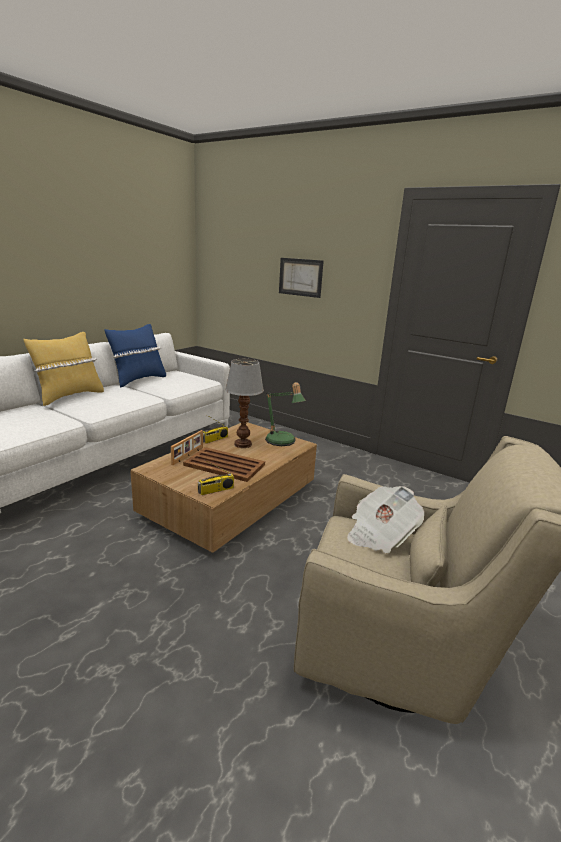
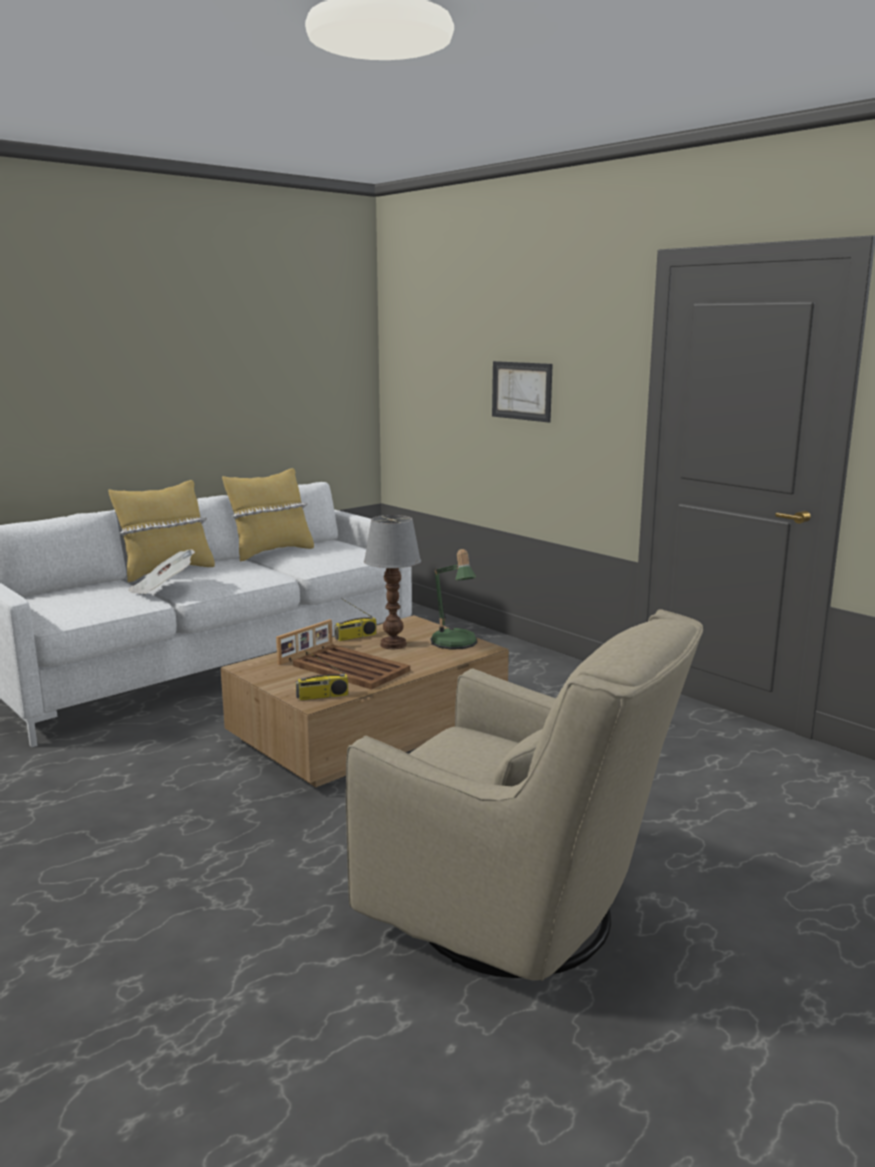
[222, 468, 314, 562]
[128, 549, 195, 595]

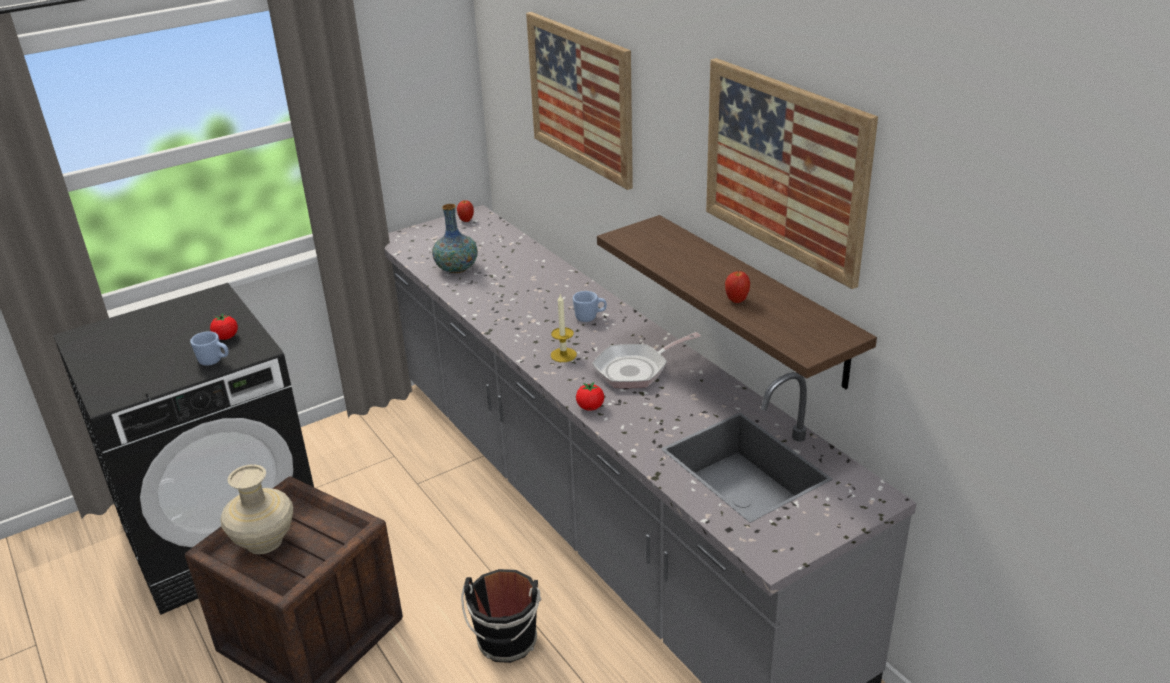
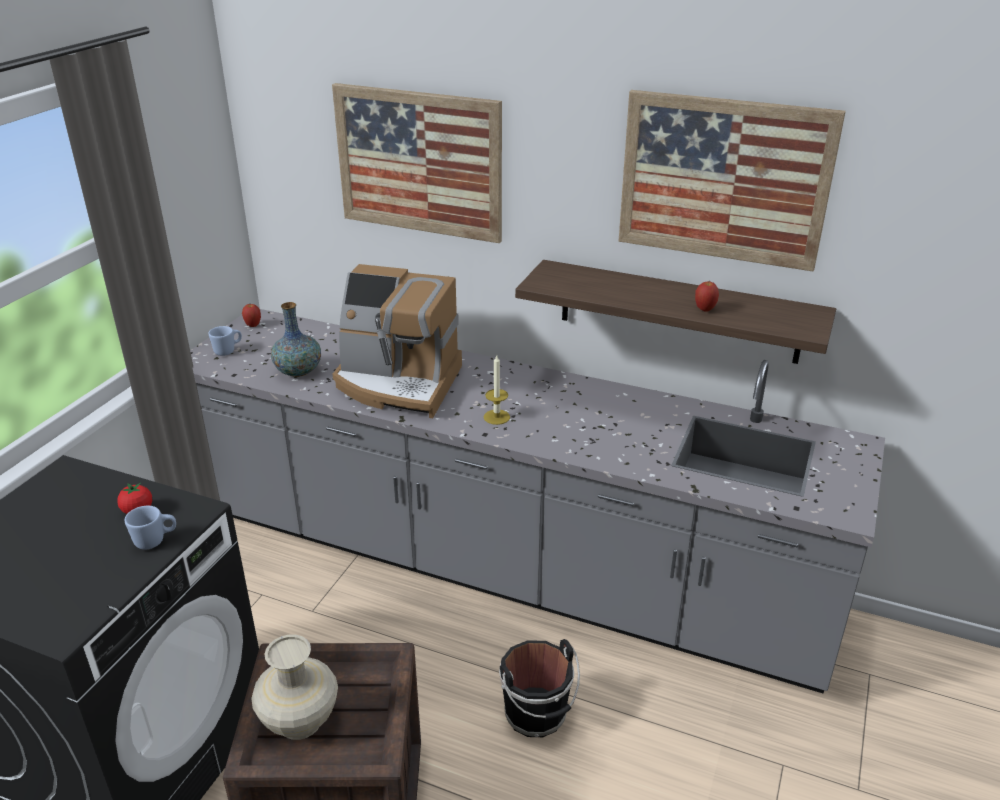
[208, 326, 242, 356]
[576, 382, 604, 411] (first image)
[592, 332, 701, 388] (first image)
[333, 264, 462, 418]

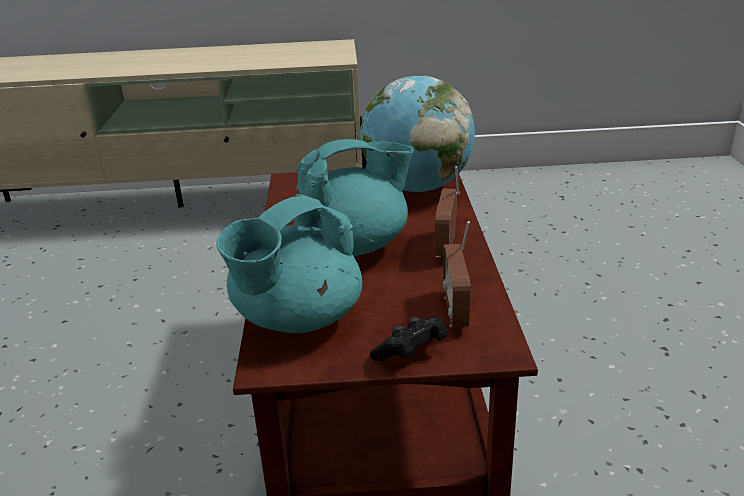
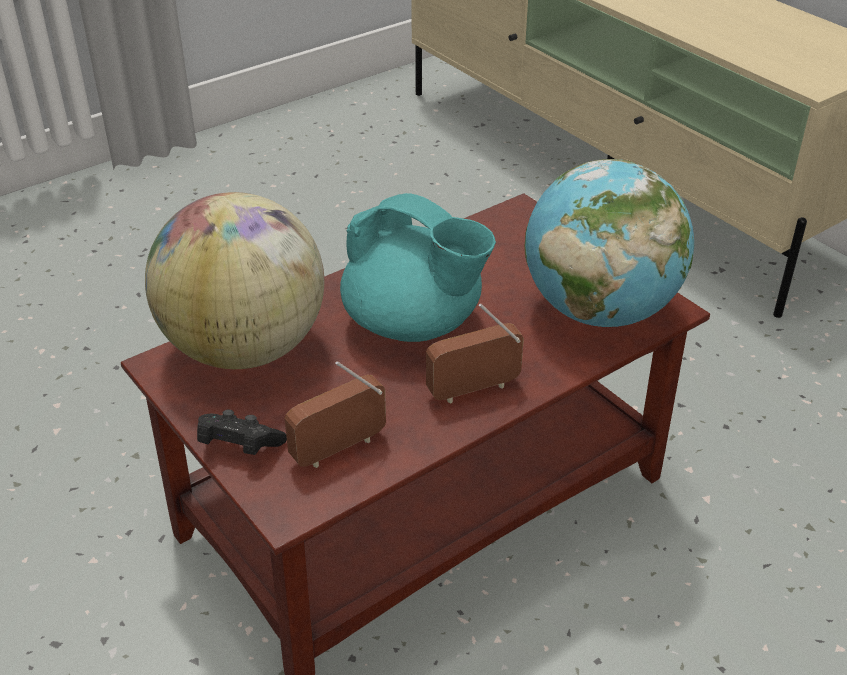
[145, 192, 324, 369]

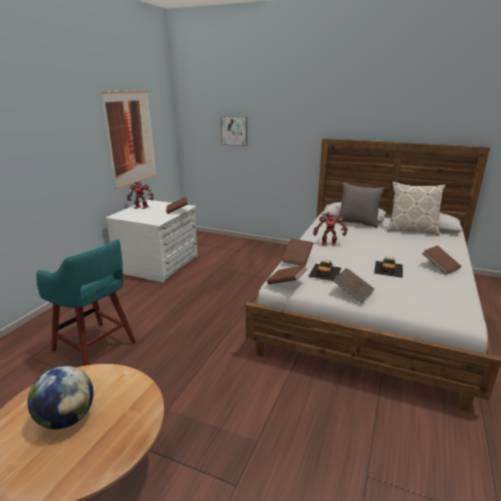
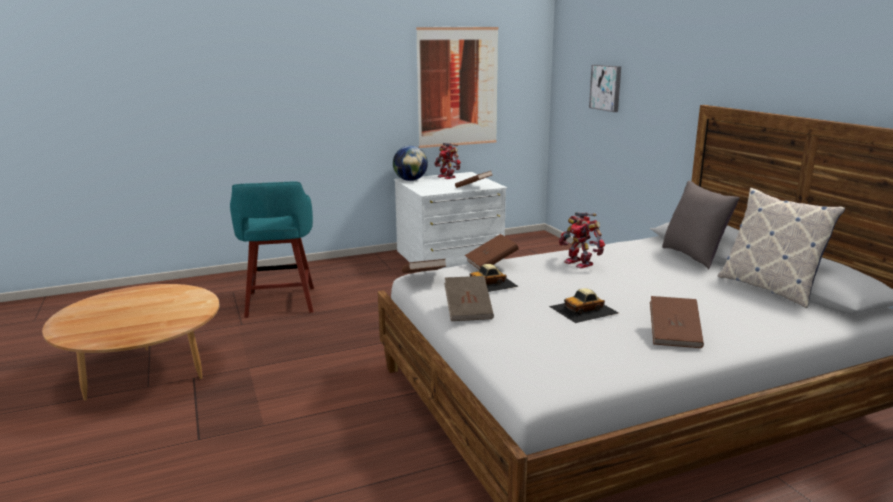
[393, 146, 428, 181]

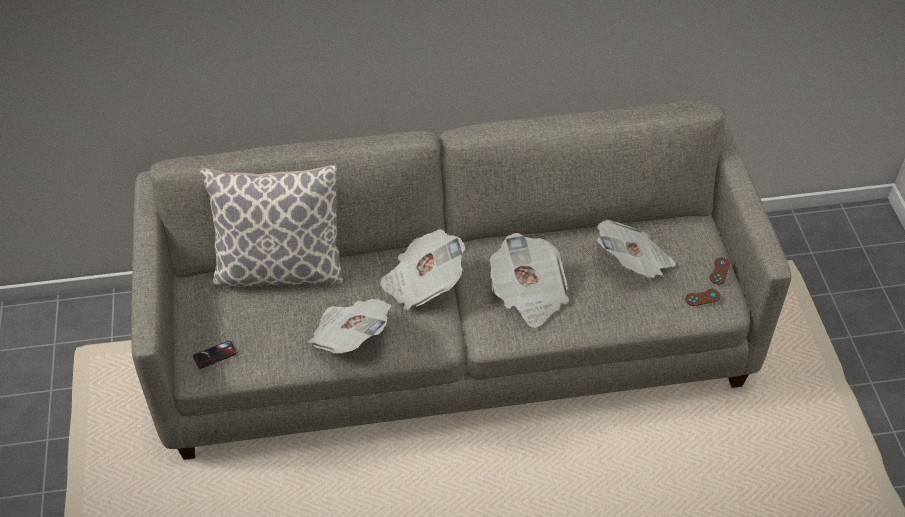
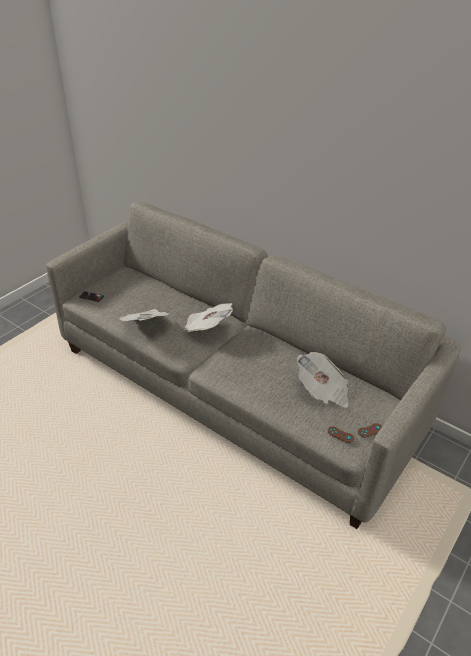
[200, 165, 343, 287] (first image)
[490, 233, 569, 328] (first image)

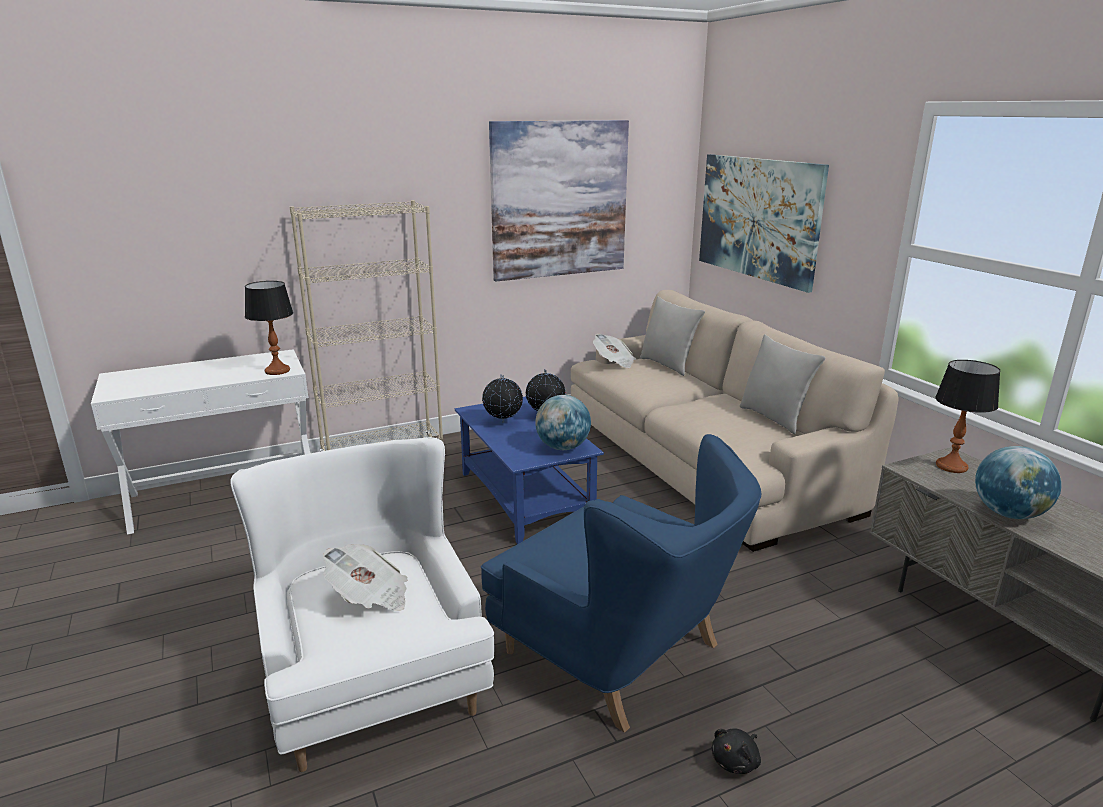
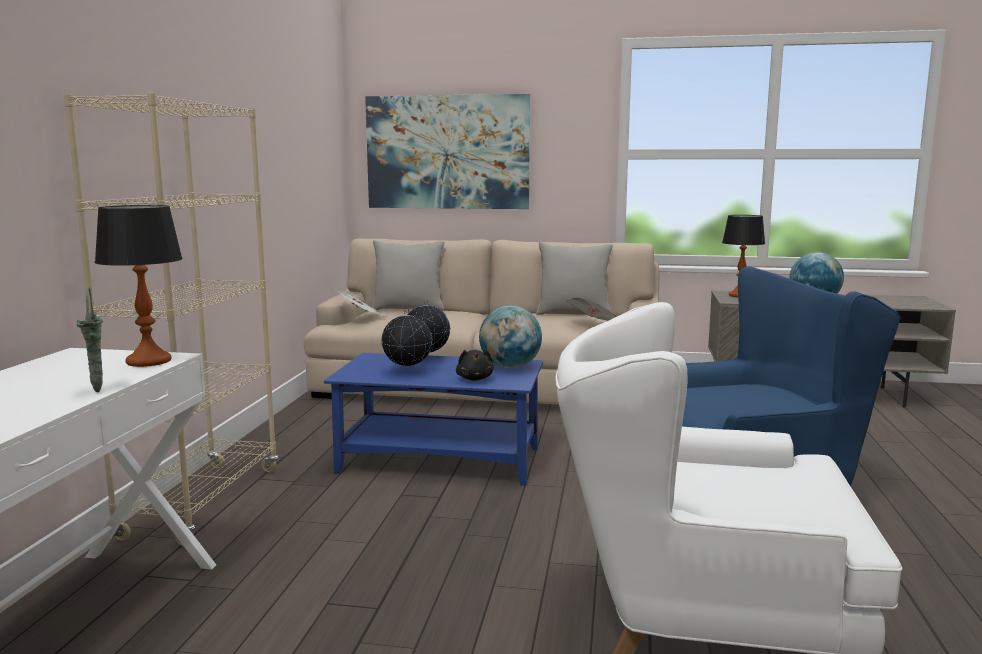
[566, 298, 615, 321]
[489, 120, 629, 281] (first image)
[456, 350, 494, 380]
[77, 287, 103, 392]

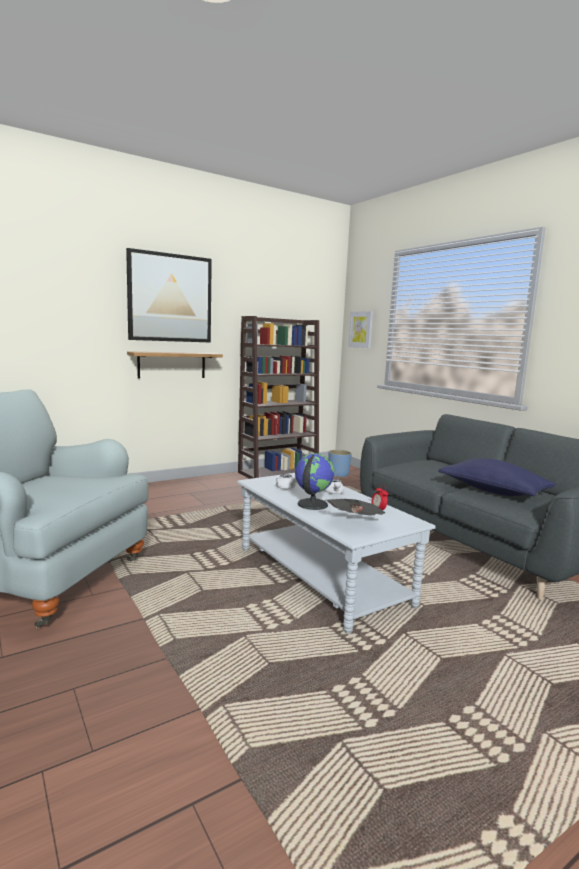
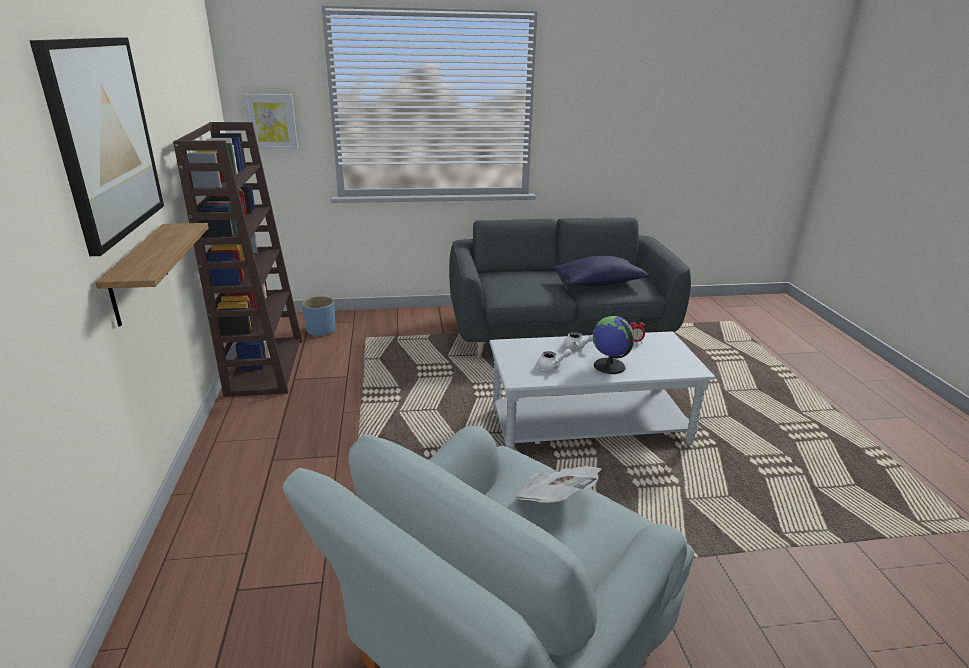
[513, 466, 602, 503]

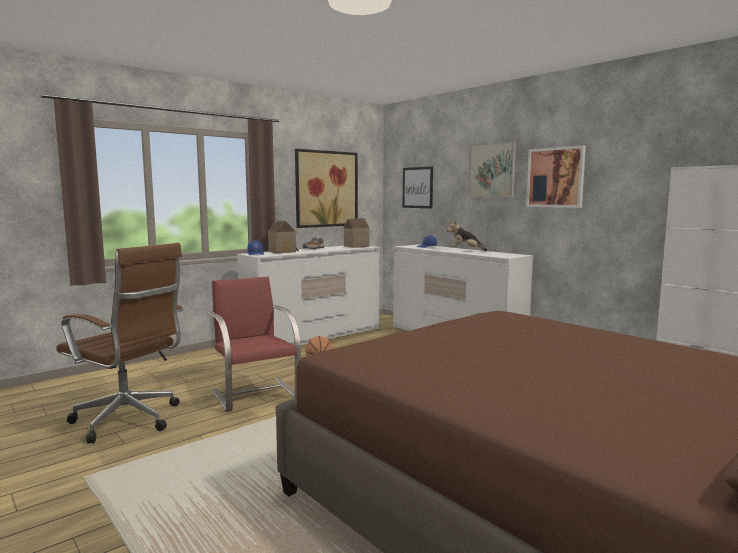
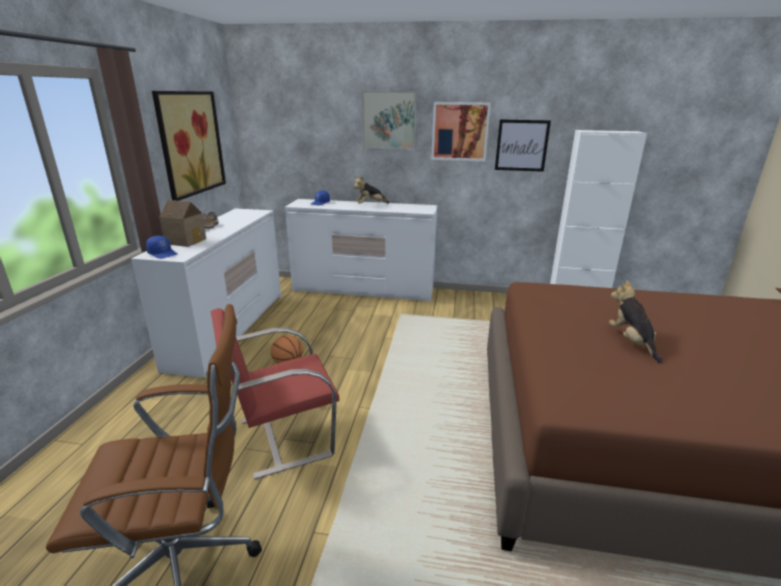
[210, 308, 339, 479]
[344, 218, 369, 248] (first image)
[495, 119, 551, 172]
[609, 280, 663, 363]

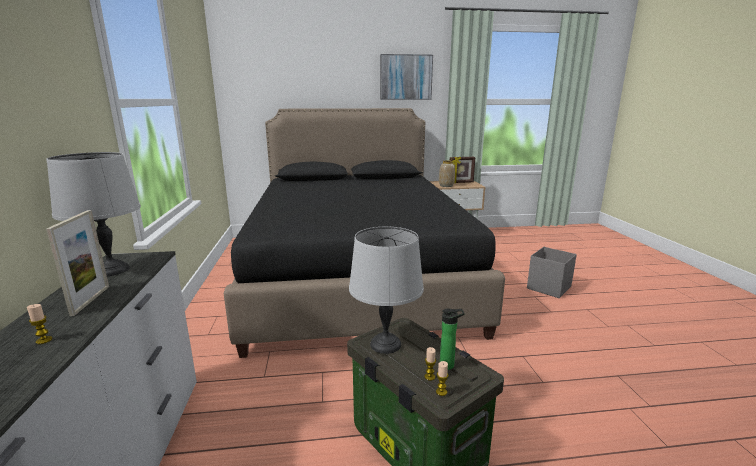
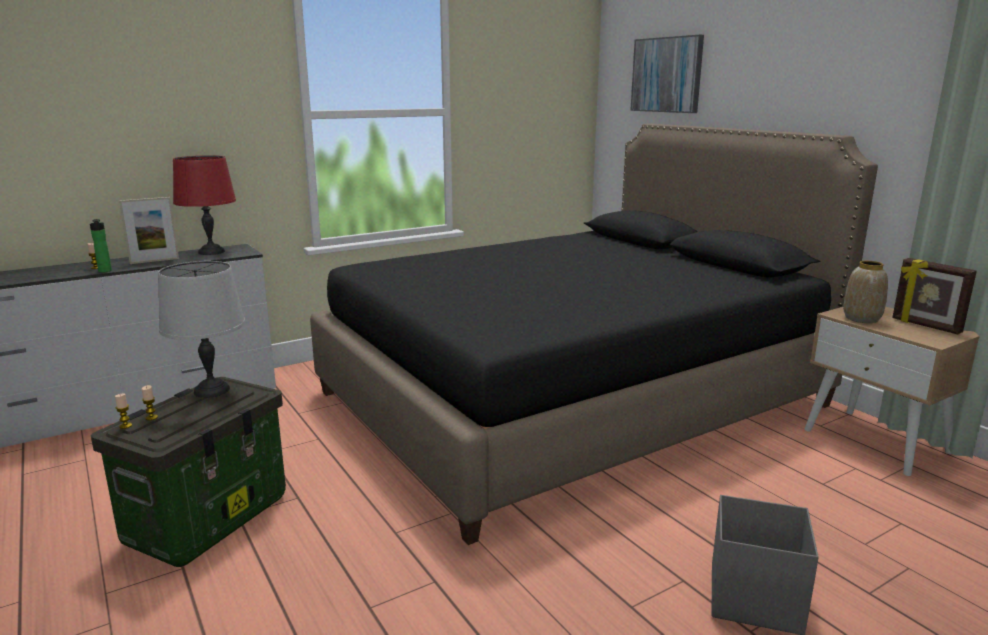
[173, 155, 236, 255]
[630, 35, 704, 113]
[90, 219, 112, 273]

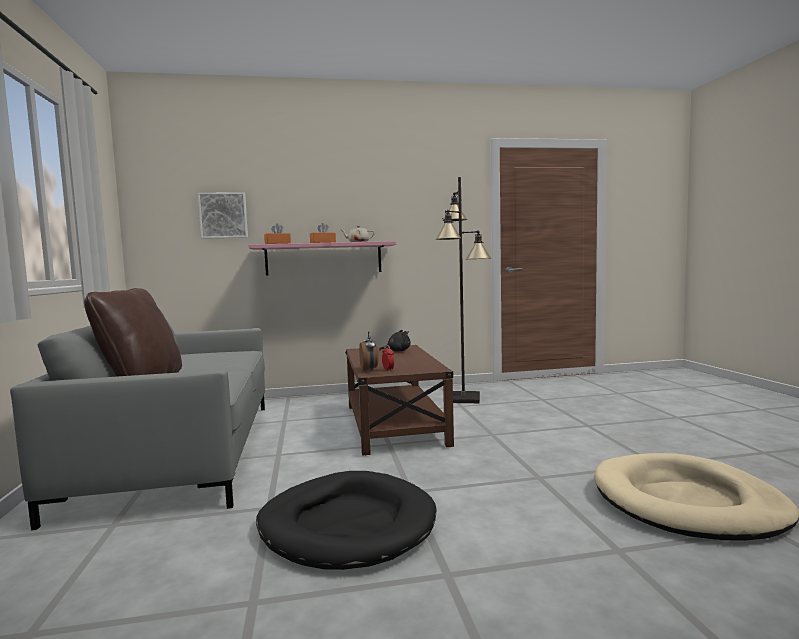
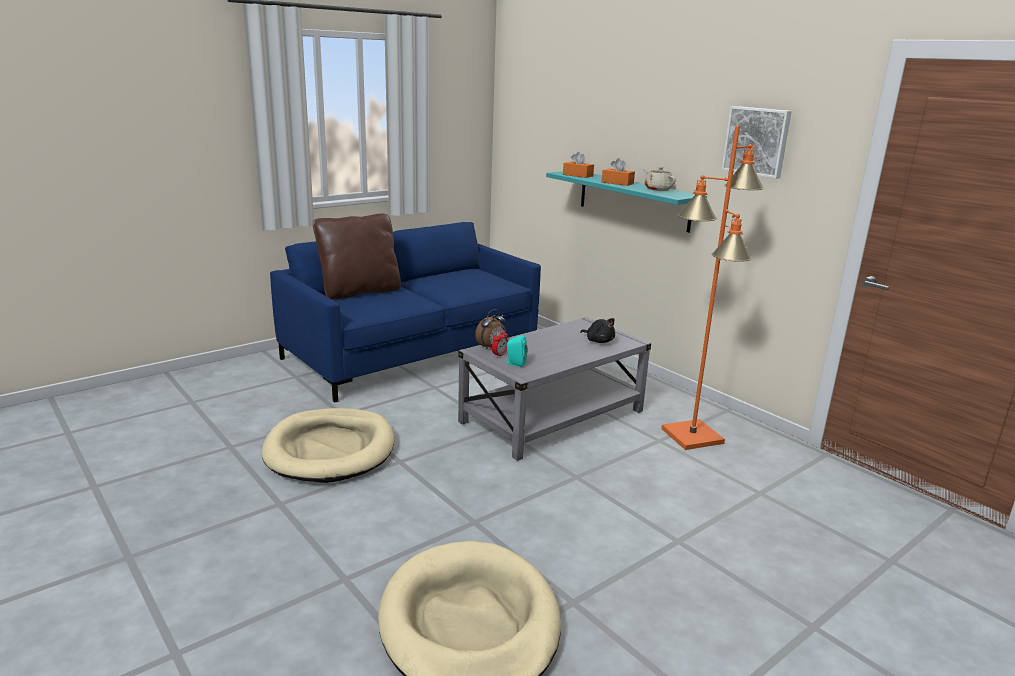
[270, 222, 541, 403]
[721, 106, 792, 179]
[546, 171, 707, 233]
[262, 408, 394, 483]
[458, 317, 651, 461]
[661, 126, 764, 450]
[505, 335, 528, 367]

